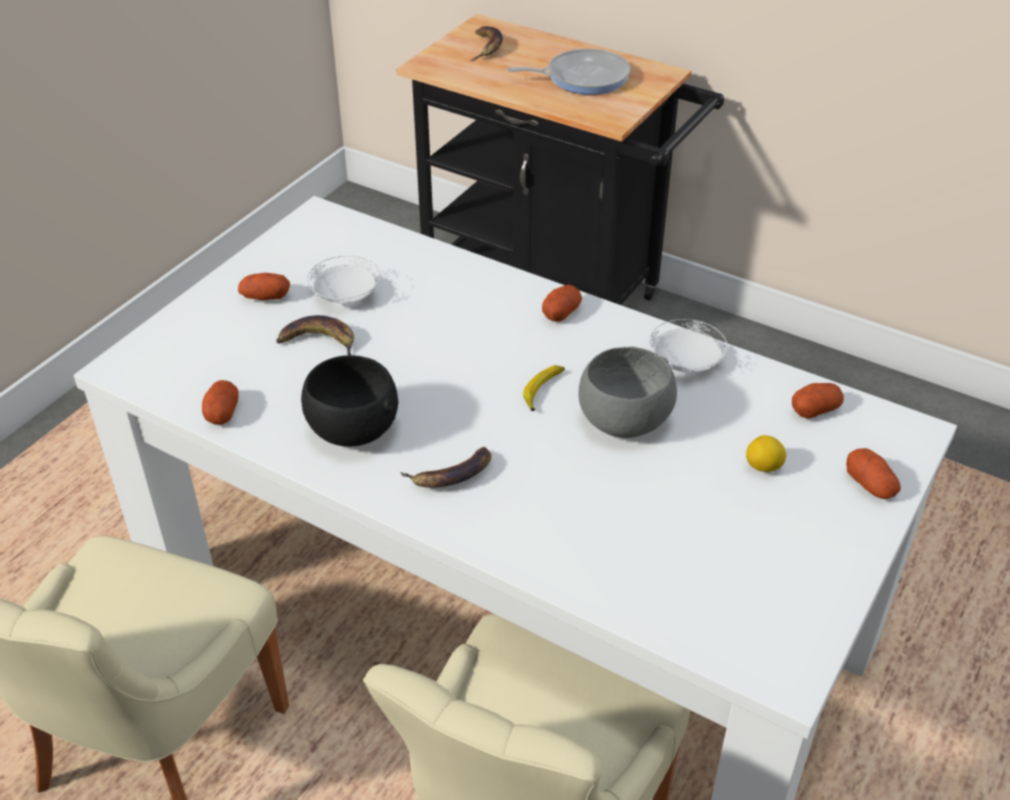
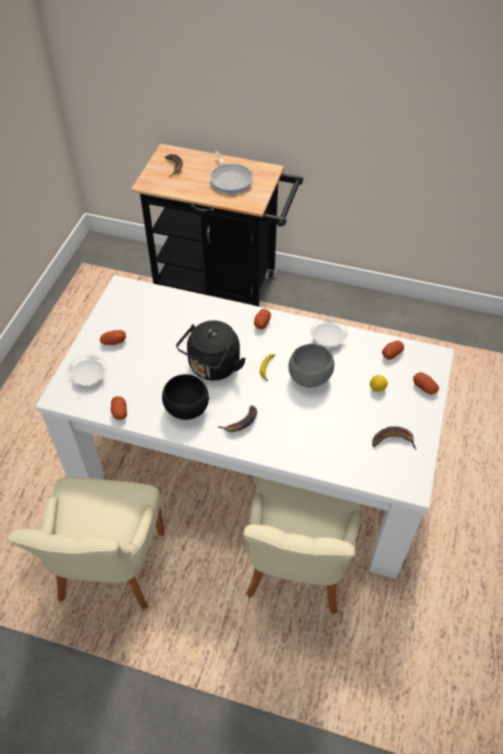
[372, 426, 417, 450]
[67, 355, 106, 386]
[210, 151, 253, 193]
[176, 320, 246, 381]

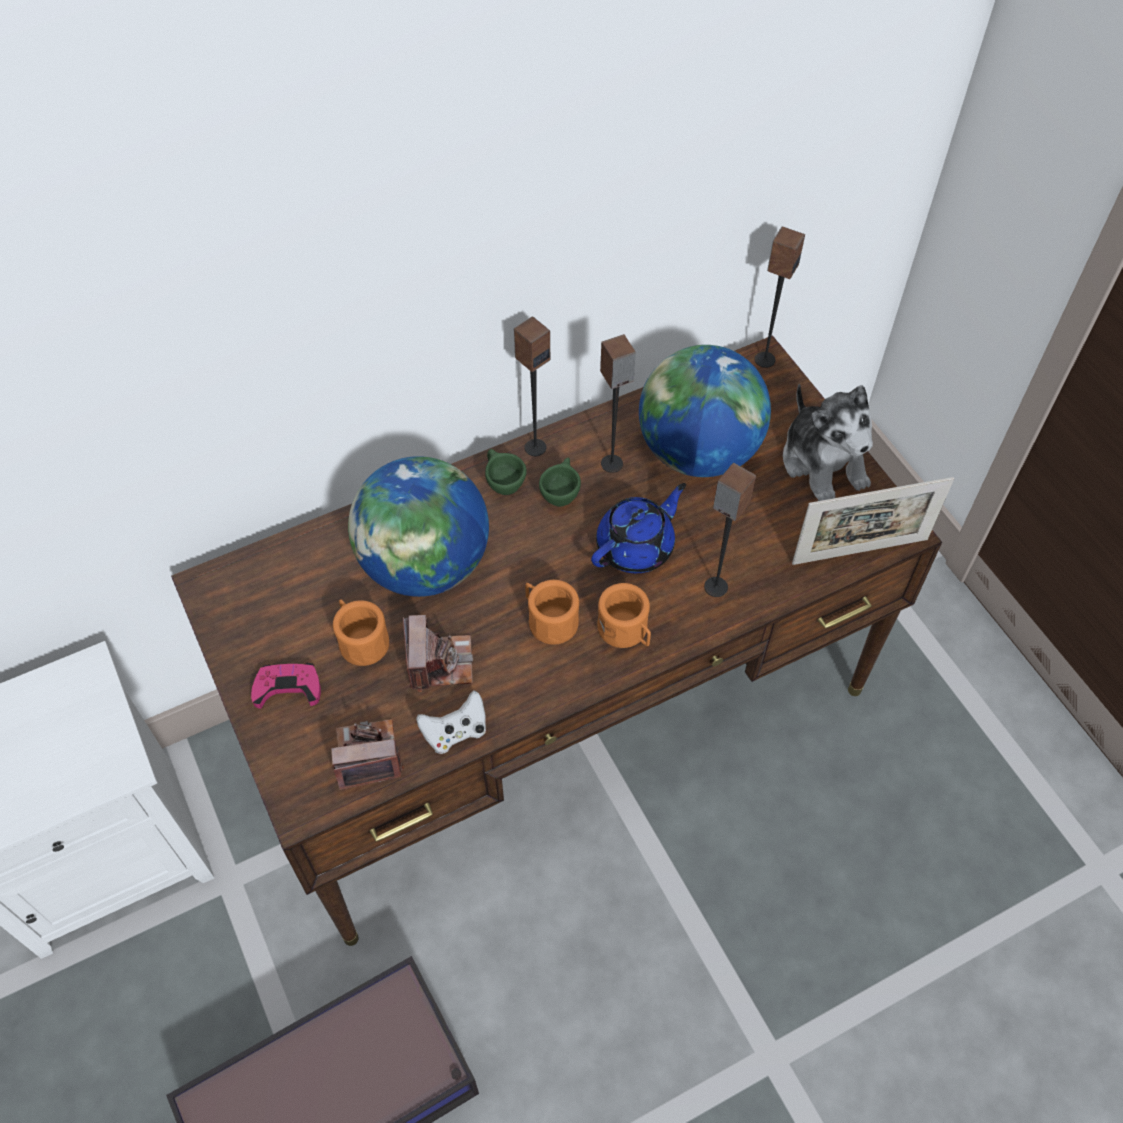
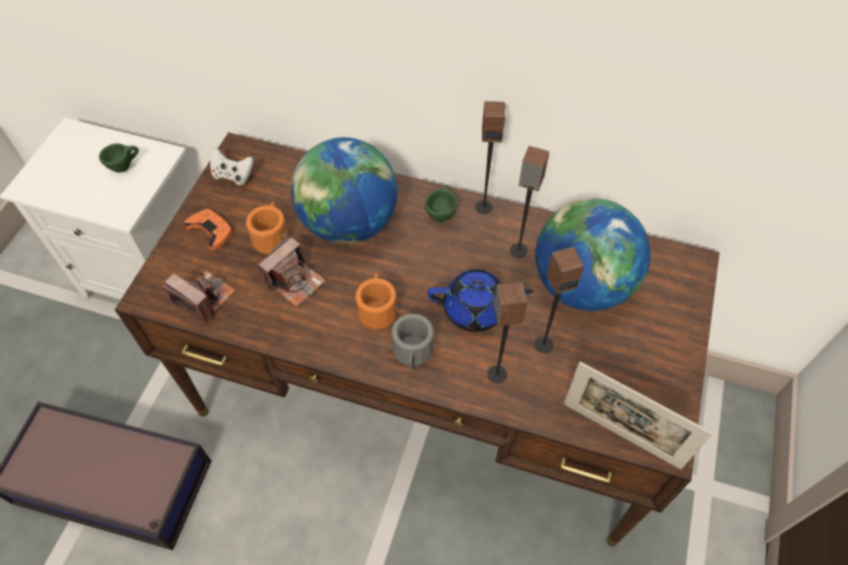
[184, 209, 234, 250]
[210, 147, 254, 185]
[99, 143, 139, 173]
[392, 314, 434, 372]
[534, 247, 584, 353]
[783, 384, 873, 501] (first image)

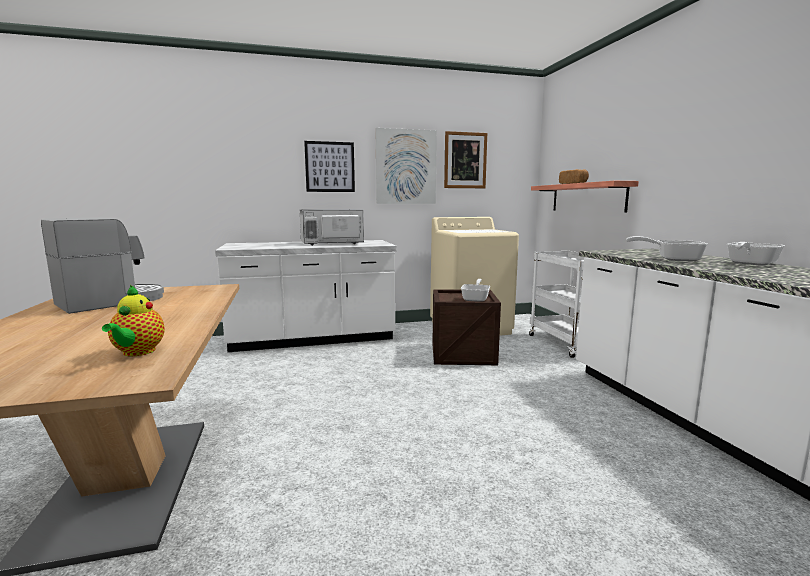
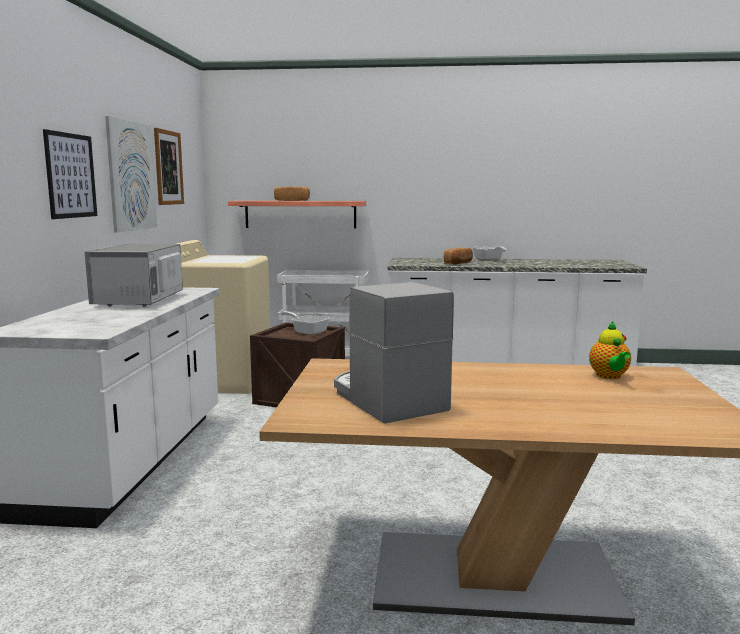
[589, 321, 631, 379]
[444, 248, 473, 265]

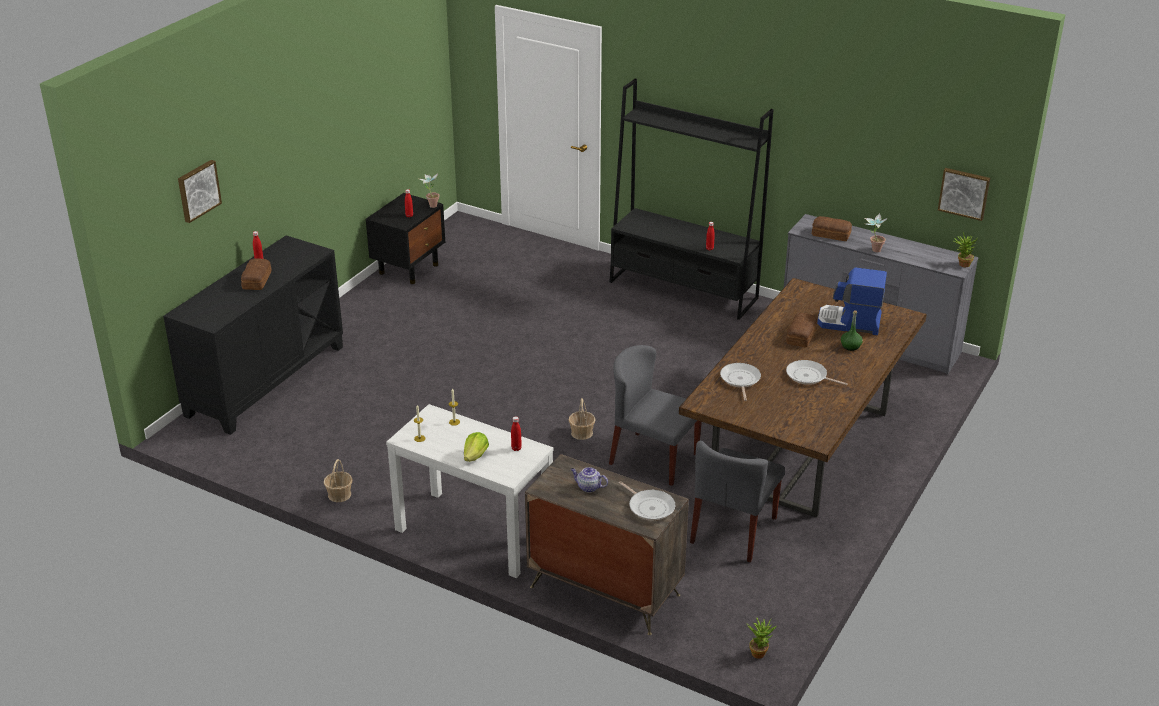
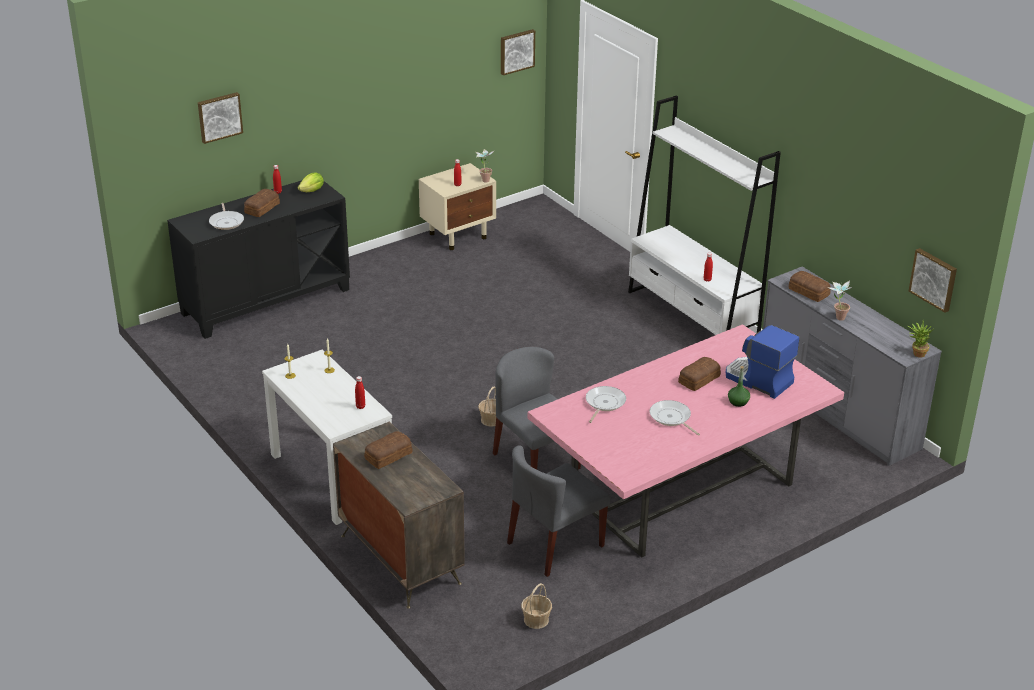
[521, 583, 552, 629]
[418, 163, 496, 250]
[298, 173, 324, 192]
[364, 431, 412, 469]
[628, 95, 781, 335]
[209, 203, 244, 230]
[527, 324, 844, 557]
[747, 617, 777, 659] (first image)
[501, 29, 535, 75]

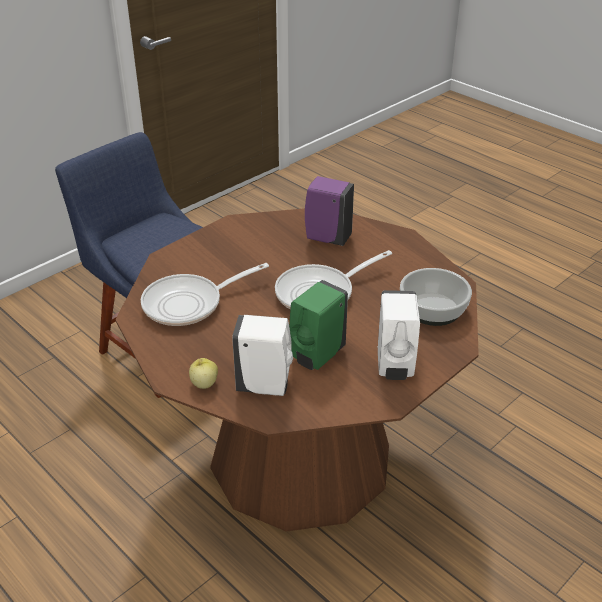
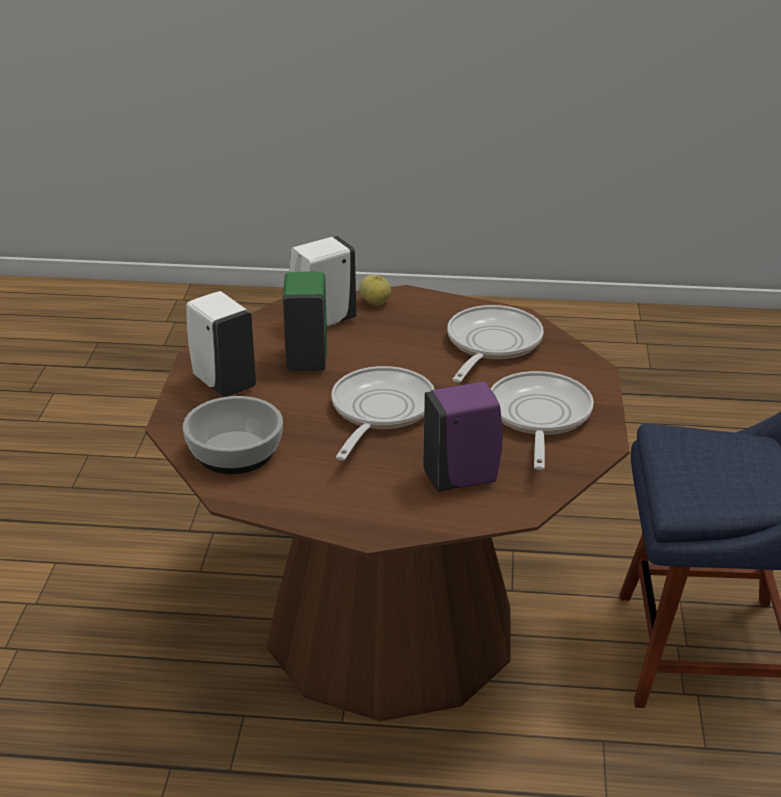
[491, 371, 594, 470]

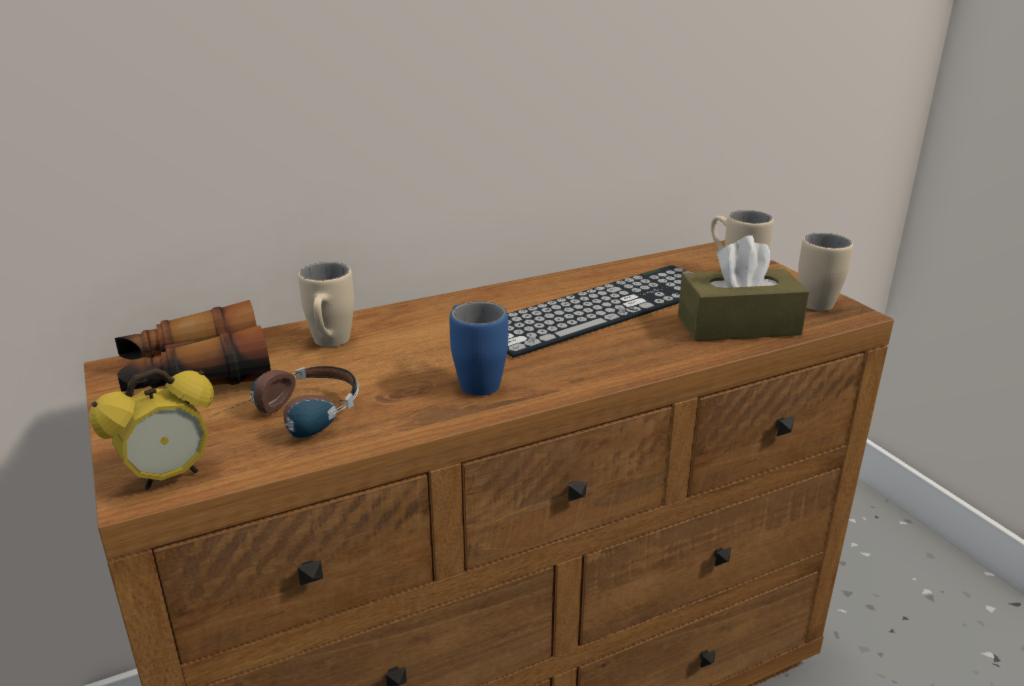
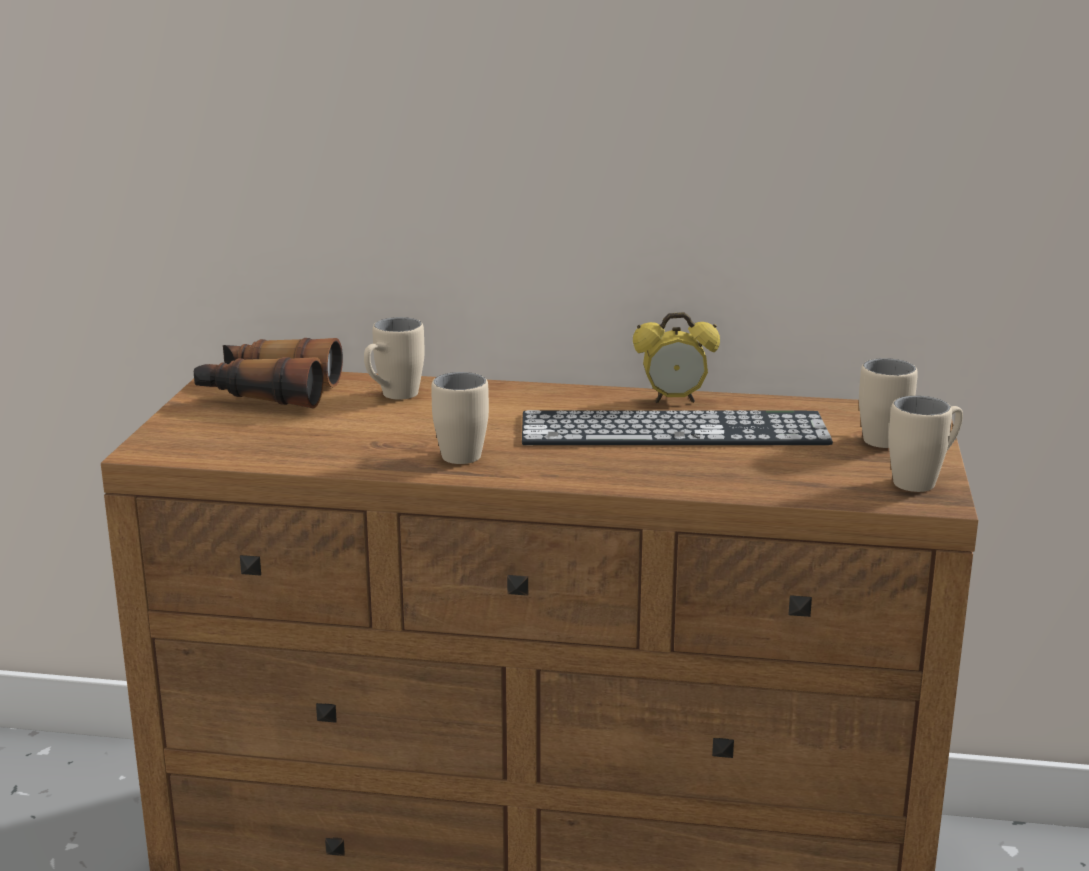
[633, 312, 720, 403]
[208, 366, 359, 438] (first image)
[431, 372, 489, 464]
[678, 235, 809, 341] (first image)

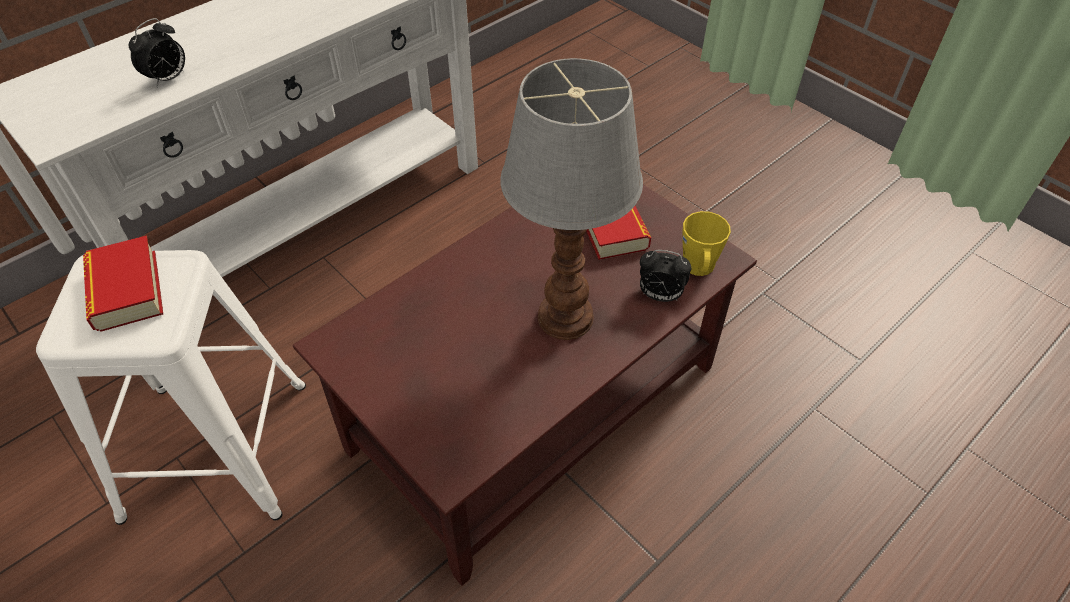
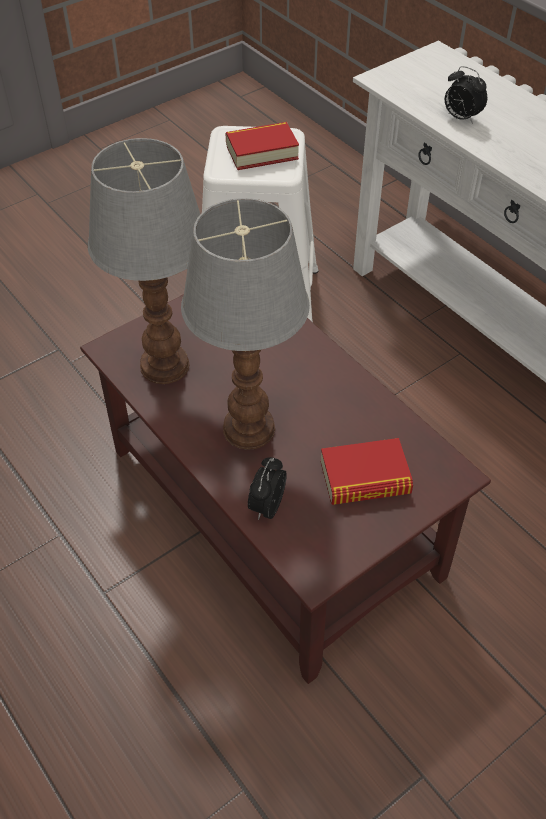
[682, 211, 731, 276] (first image)
[87, 138, 200, 384]

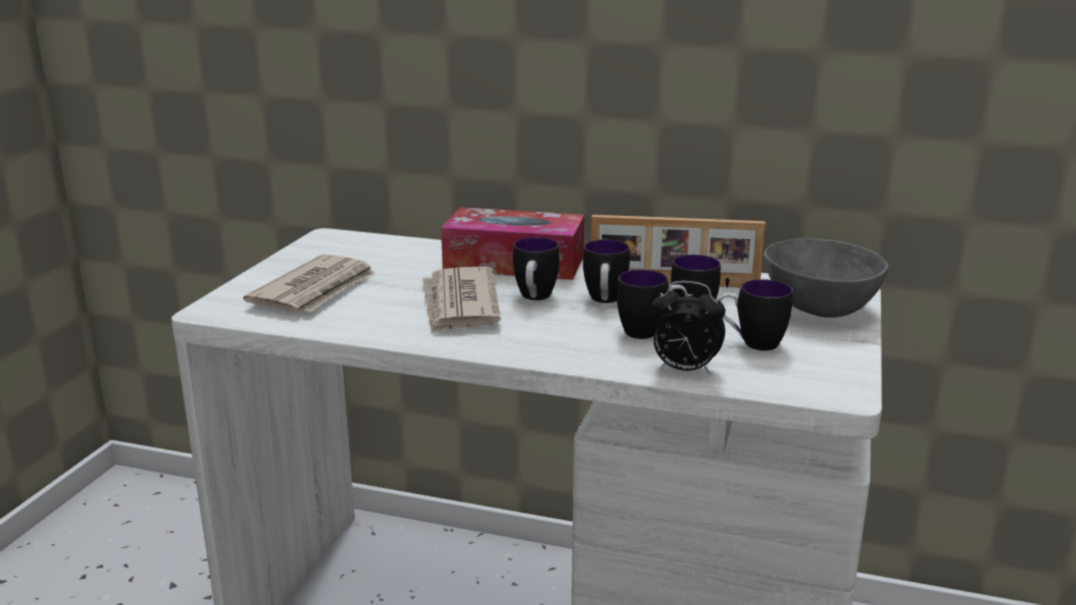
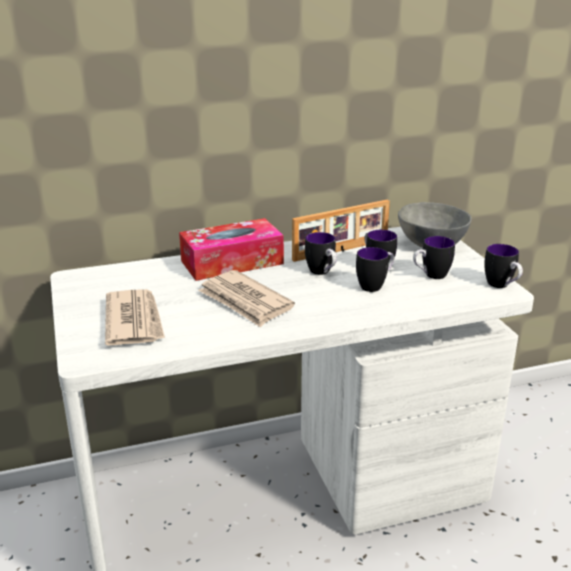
[484, 244, 523, 288]
[652, 281, 726, 374] (first image)

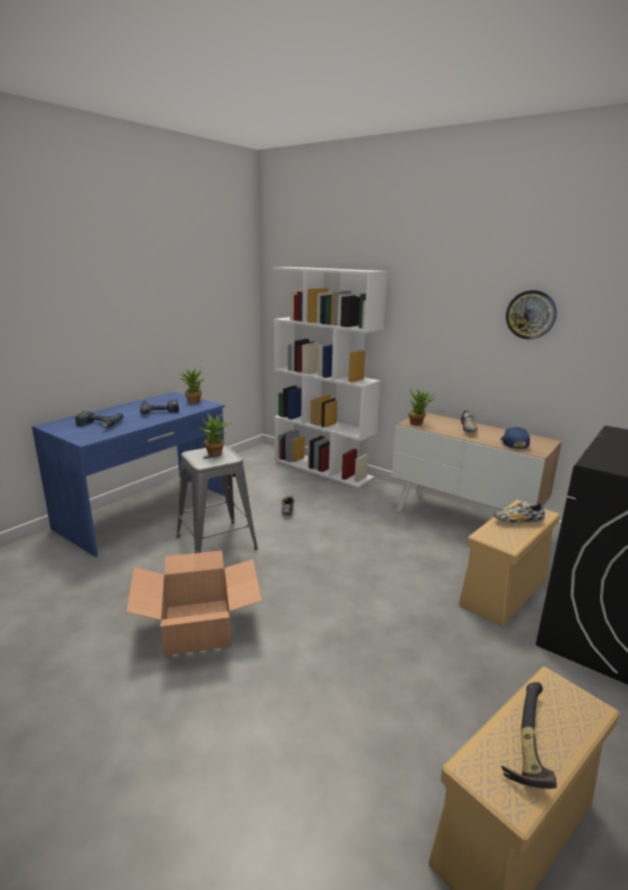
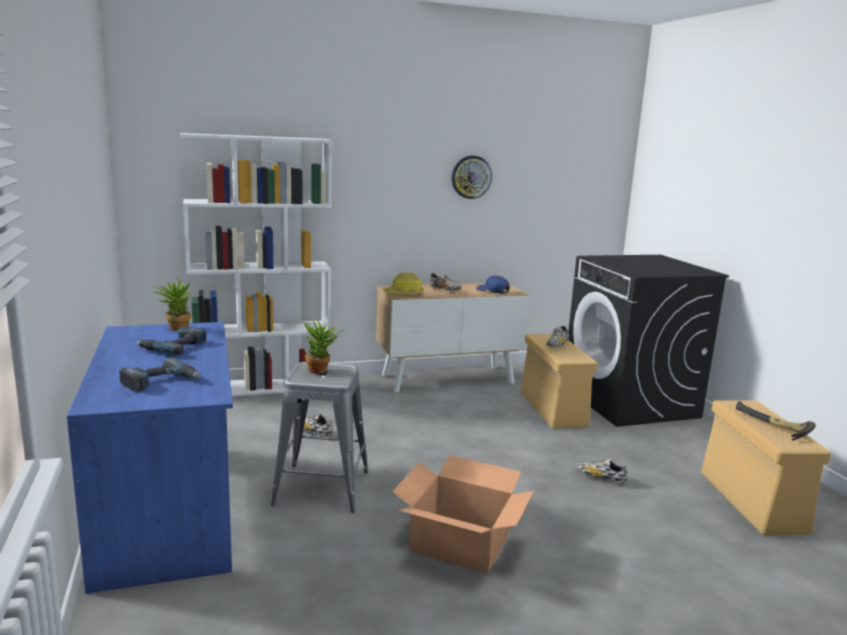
[383, 272, 424, 294]
[575, 459, 628, 484]

